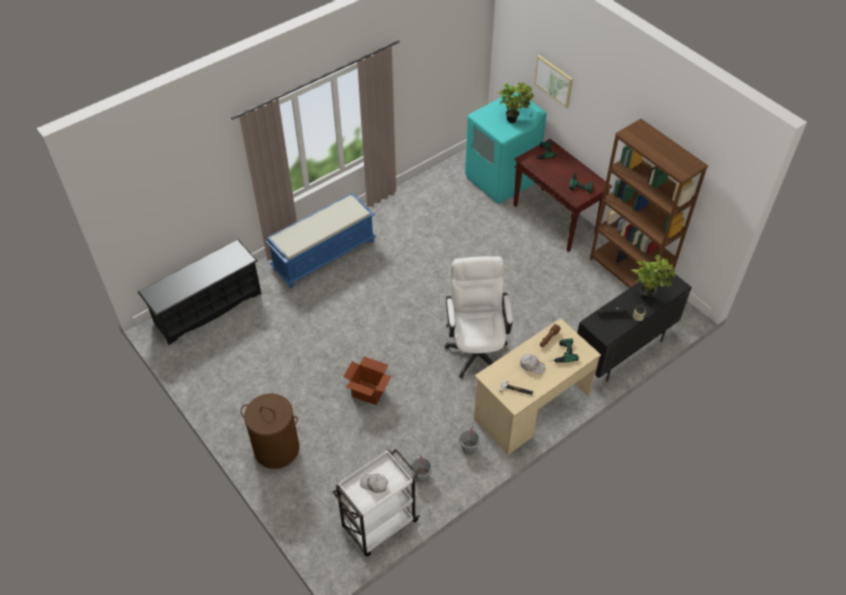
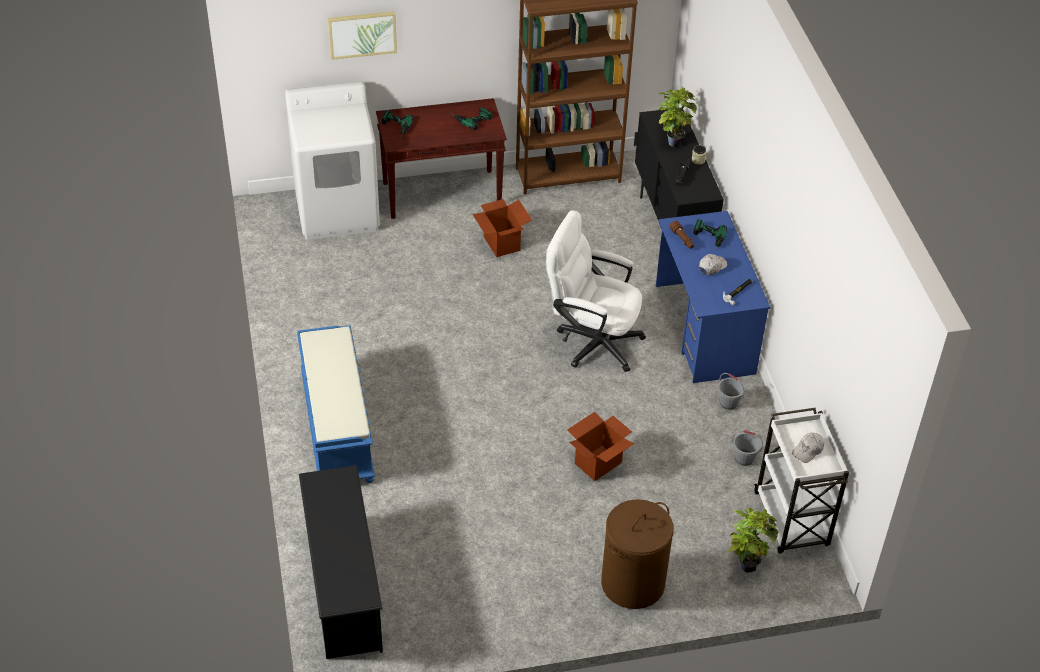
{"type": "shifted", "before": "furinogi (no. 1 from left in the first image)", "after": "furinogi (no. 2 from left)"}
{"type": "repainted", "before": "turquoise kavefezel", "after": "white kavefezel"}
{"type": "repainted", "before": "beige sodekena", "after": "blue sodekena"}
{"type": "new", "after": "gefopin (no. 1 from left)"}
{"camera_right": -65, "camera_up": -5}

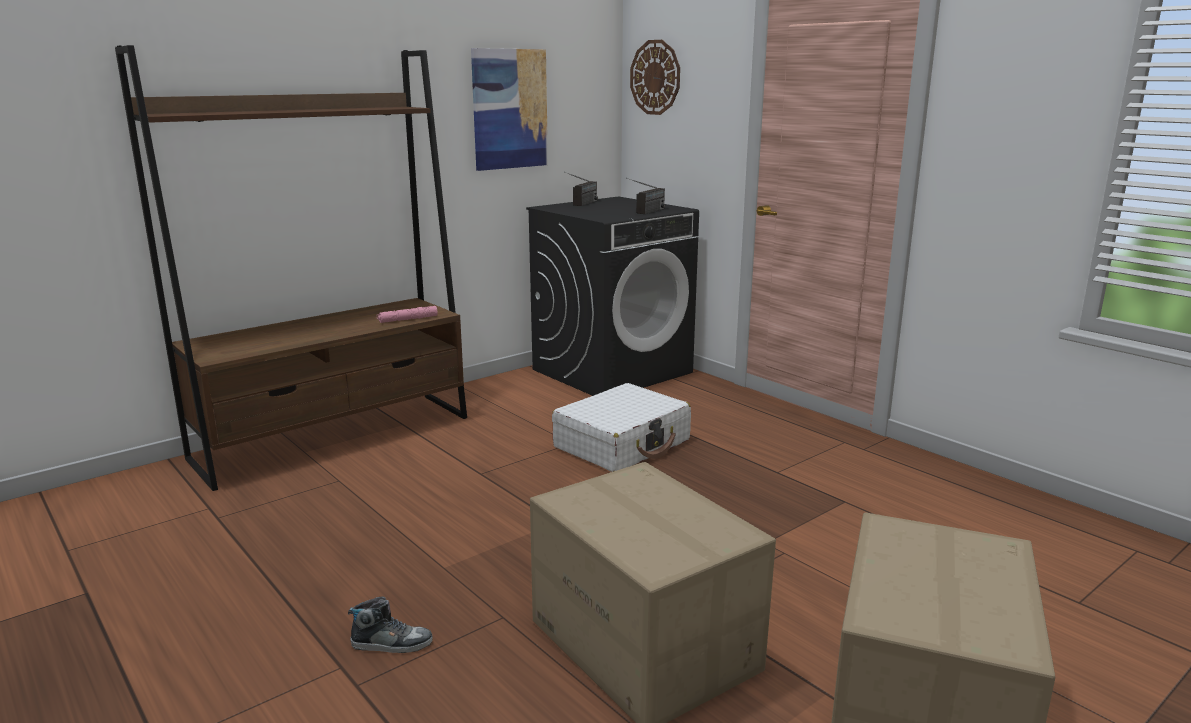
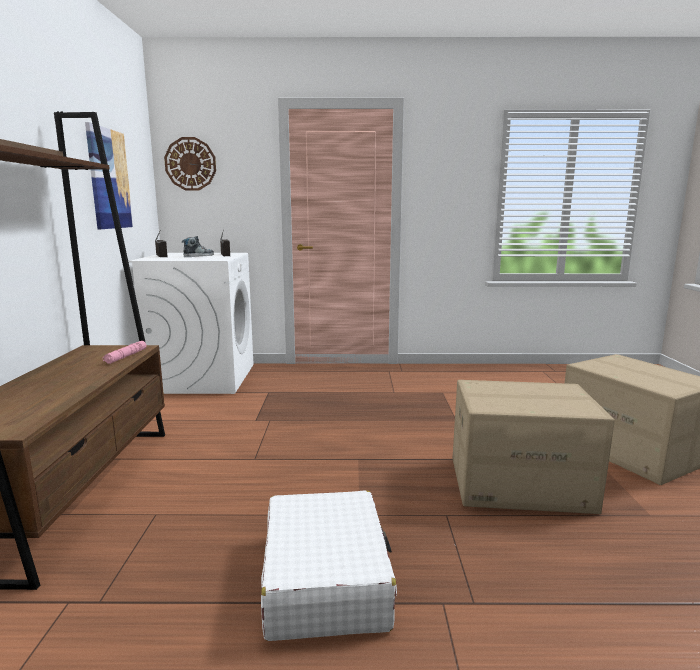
{"type": "repainted", "before": "black kavefezel", "after": "white kavefezel"}
{"type": "shifted", "before": "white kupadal"}
{"type": "shifted", "before": "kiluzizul"}
{"camera_right": -50, "camera_up": -5}

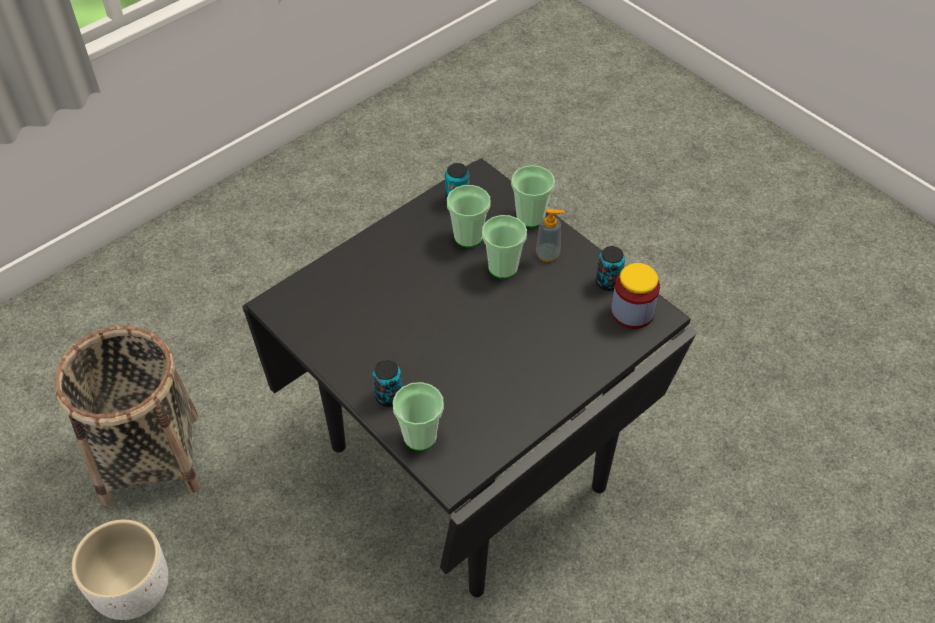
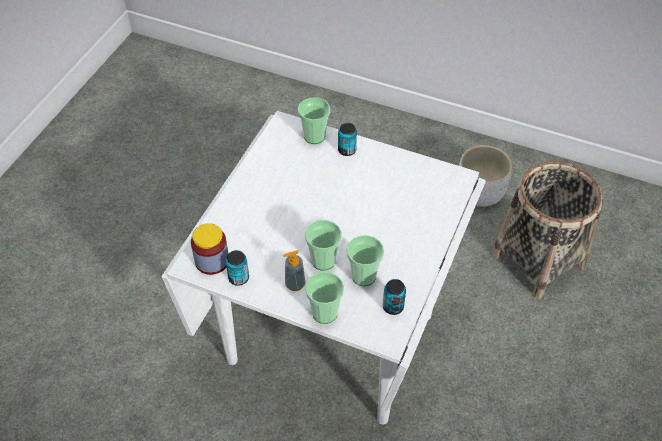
{"type": "repainted", "before": "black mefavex", "after": "white mefavex"}
{"camera_right": 155, "camera_up": 0}

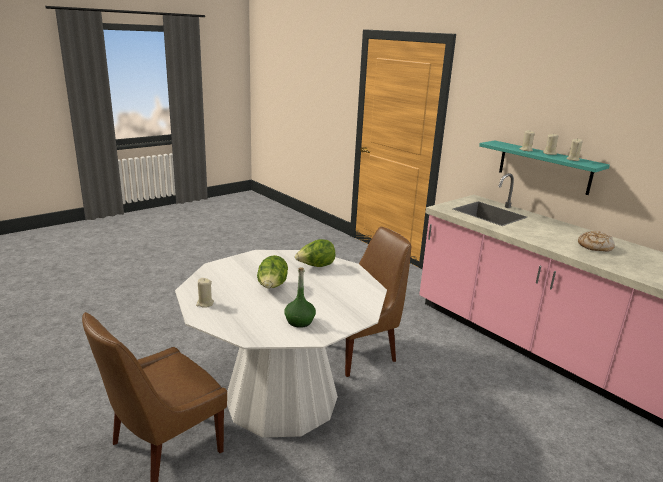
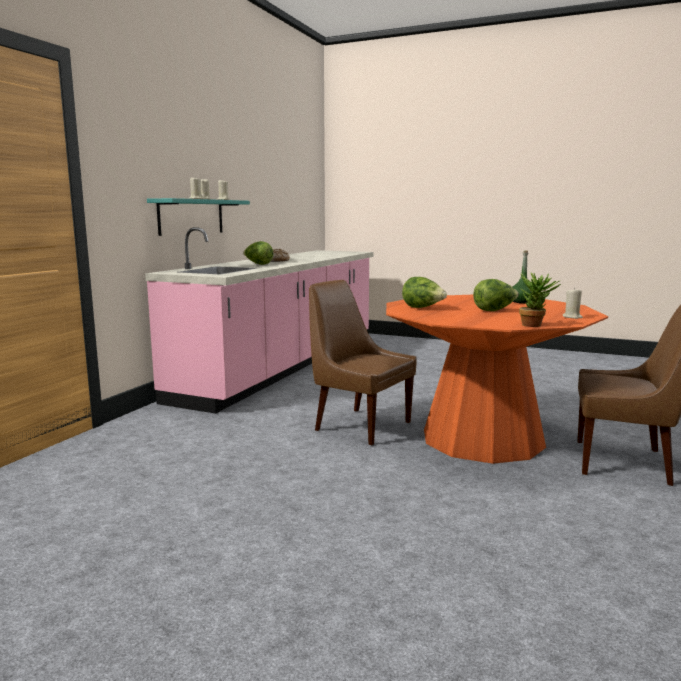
{"type": "repainted", "before": "white mefavex", "after": "orange mefavex"}
{"type": "new", "after": "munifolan (no. 1 from left)"}
{"type": "new", "after": "furinogi"}
{"camera_right": -115, "camera_up": -10}

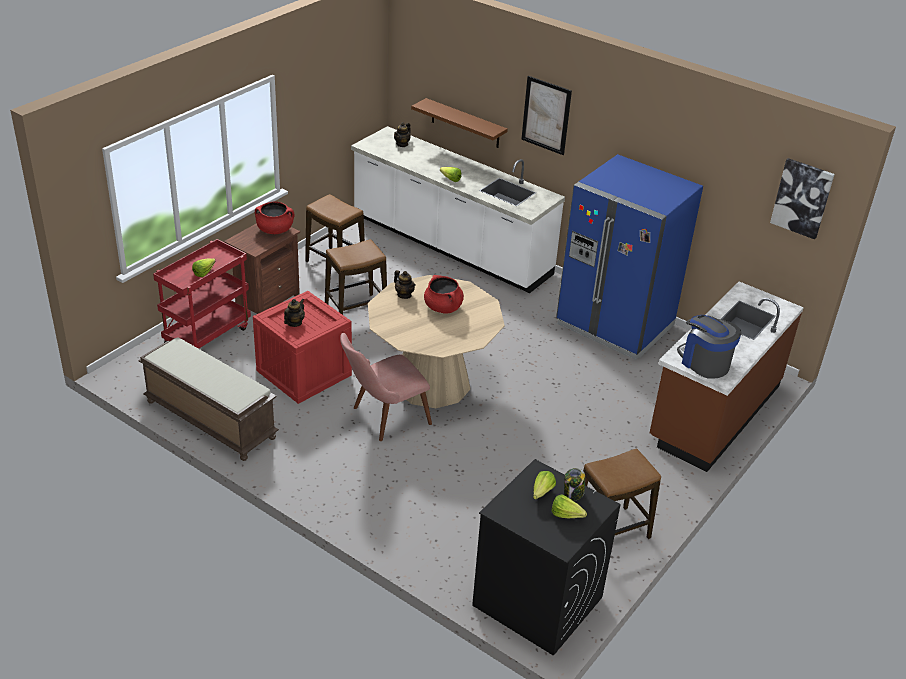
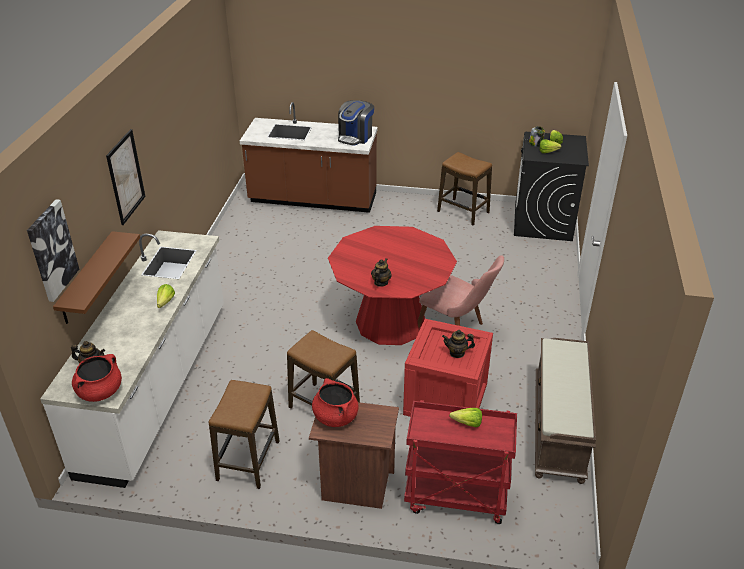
{"type": "gone", "before": "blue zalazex"}
{"type": "shifted", "before": "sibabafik (no. 2 from left in the first image)", "after": "sibabafik (no. 1 from left)"}
{"type": "repainted", "before": "beige mefavex", "after": "red mefavex"}
{"type": "shifted", "before": "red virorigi (no. 2 from left in the first image)", "after": "red virorigi (no. 1 from left)"}
{"camera_right": -115, "camera_up": 0}

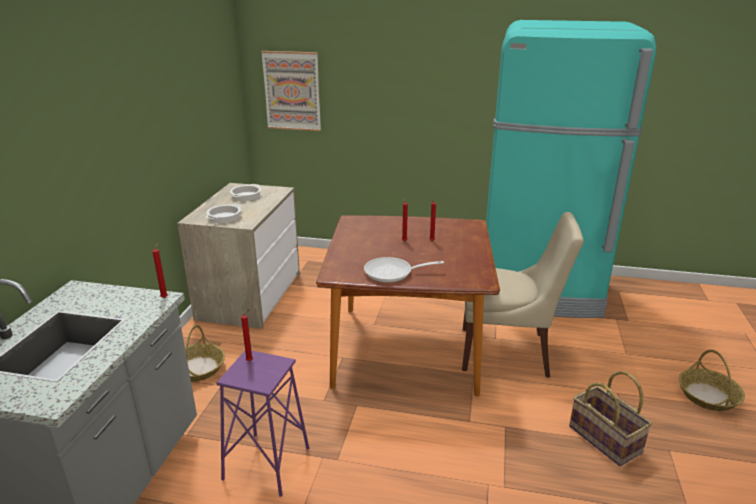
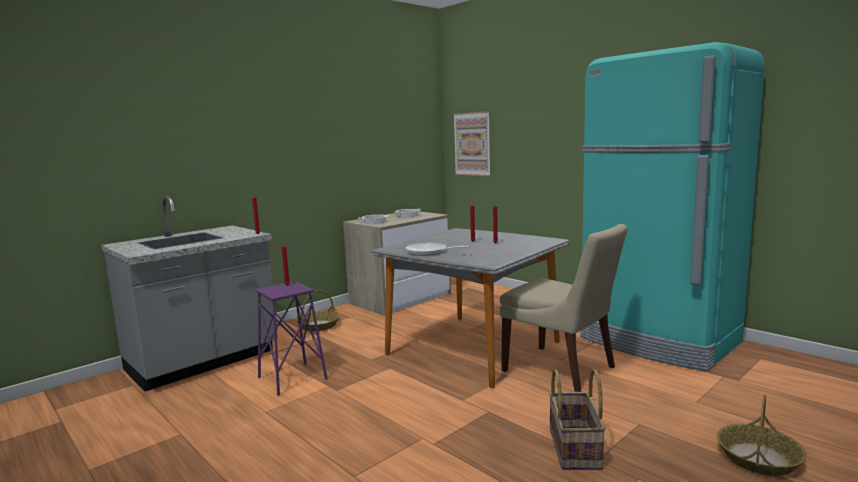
{"type": "repainted", "before": "brown mefavex", "after": "grey mefavex"}
{"camera_right": 35, "camera_up": -15}

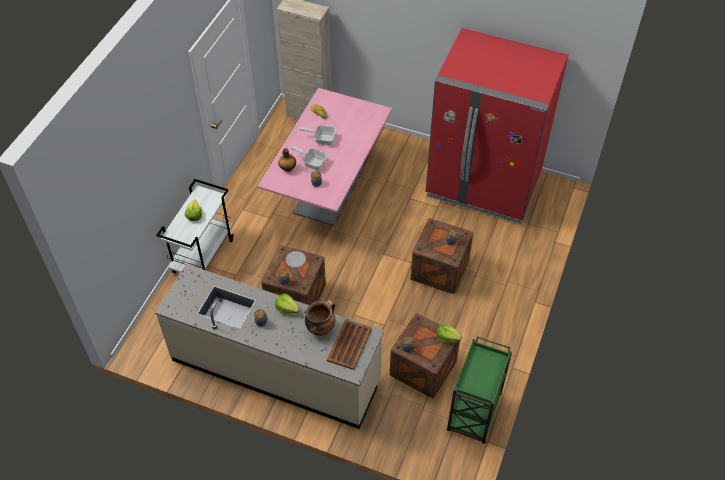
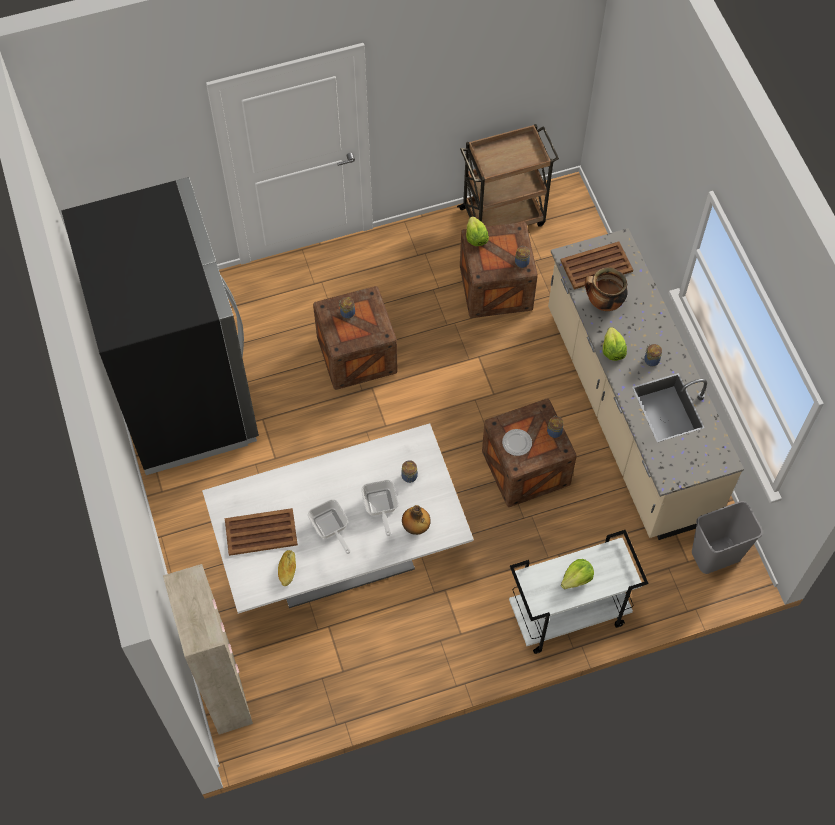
{"type": "repainted", "before": "red zalazex", "after": "black zalazex"}
{"type": "repainted", "before": "pink mefavex", "after": "white mefavex"}
{"type": "repainted", "before": "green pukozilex", "after": "brown pukozilex"}
{"type": "new", "after": "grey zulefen"}
{"type": "new", "after": "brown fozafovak (no. 1 from left)"}
{"camera_right": -130, "camera_up": 10}

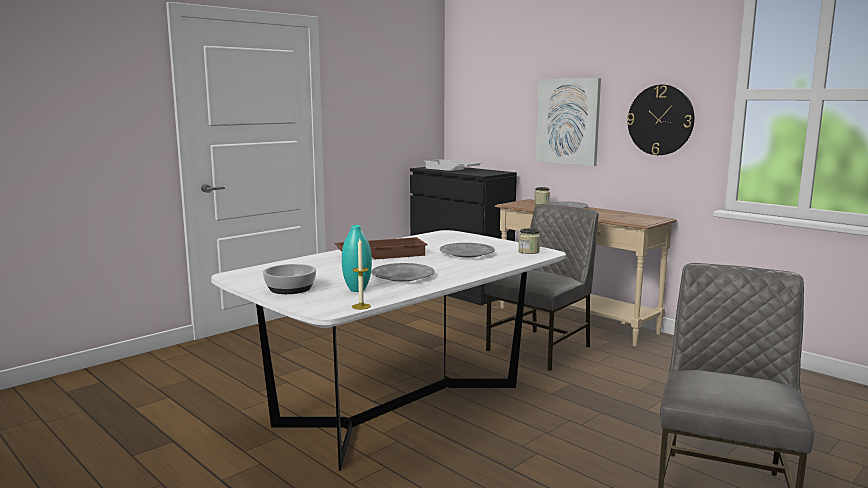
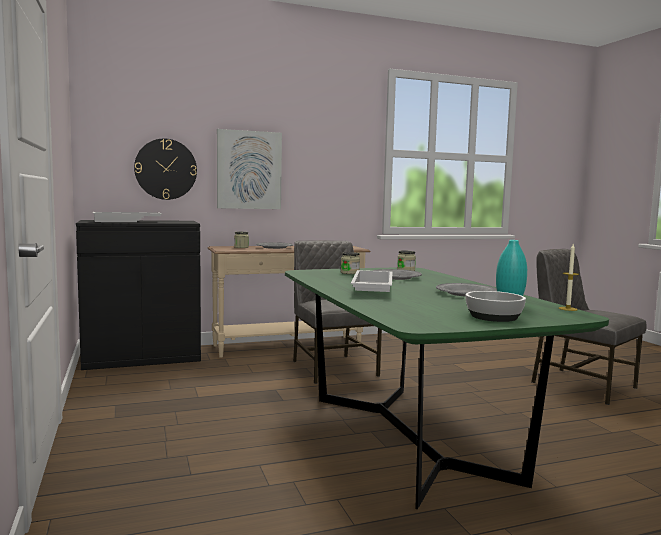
{"type": "shifted", "before": "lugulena"}
{"type": "repainted", "before": "white mefavex", "after": "green mefavex"}
{"type": "repainted", "before": "brown fozafovak", "after": "white fozafovak (no. 2 from left)"}
{"type": "new", "after": "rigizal (no. 2 from left)"}
{"camera_right": -65, "camera_up": -5}

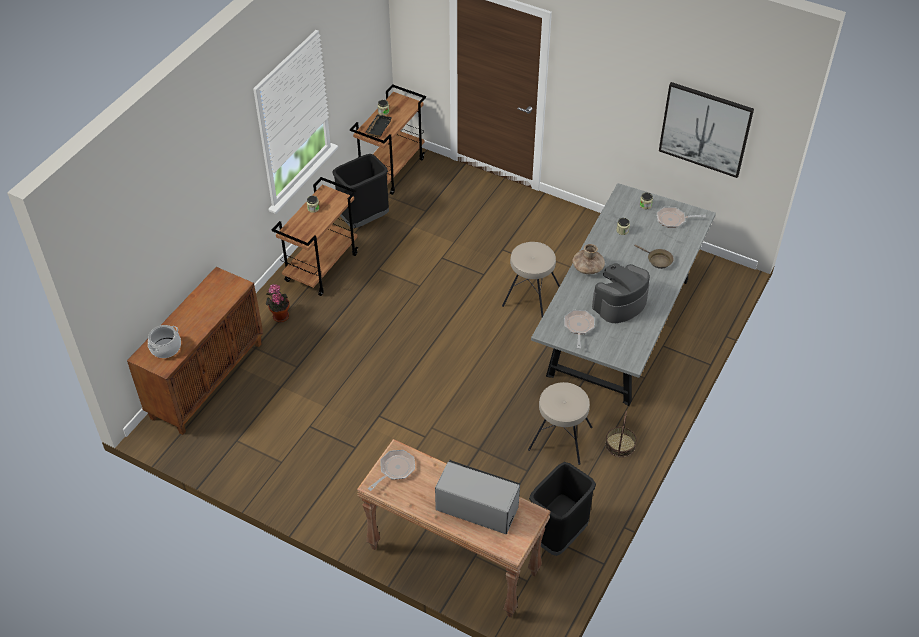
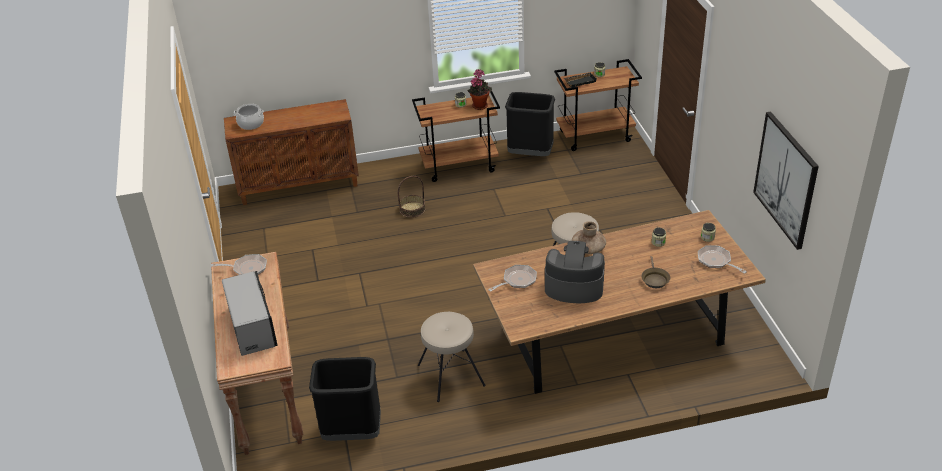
{"type": "repainted", "before": "grey mefavex", "after": "brown mefavex"}
{"type": "shifted", "before": "furinogi"}
{"type": "shifted", "before": "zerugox"}
{"camera_right": 50, "camera_up": -10}

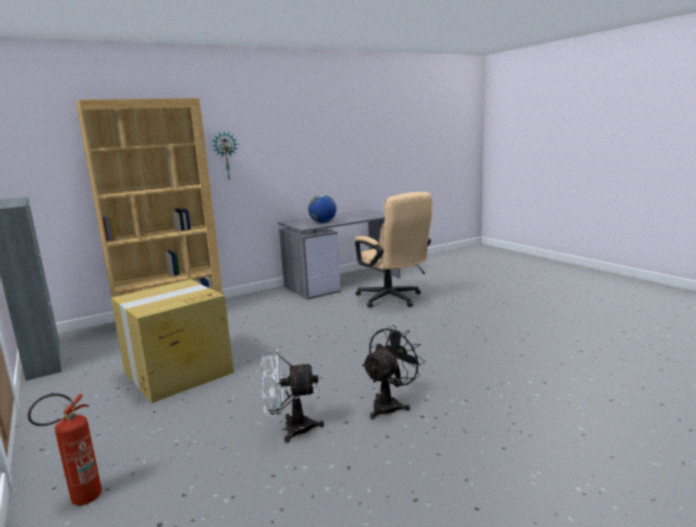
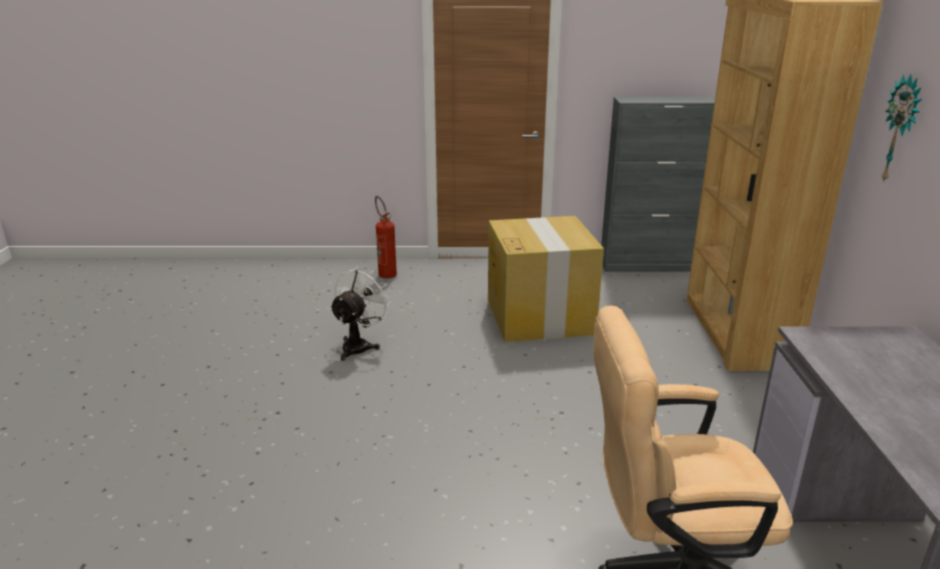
{"type": "gone", "before": "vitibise"}
{"type": "gone", "before": "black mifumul"}
{"camera_right": 120, "camera_up": 10}

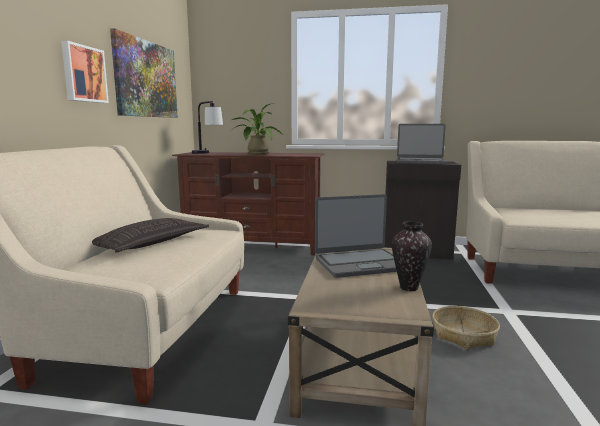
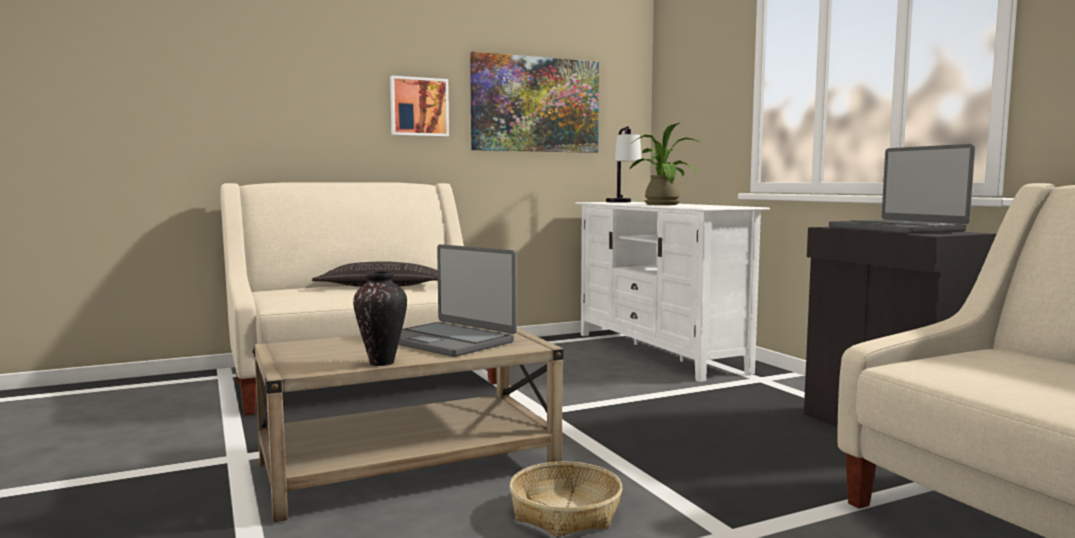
{"type": "repainted", "before": "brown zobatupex", "after": "white zobatupex"}
{"camera_right": 55, "camera_up": -5}

